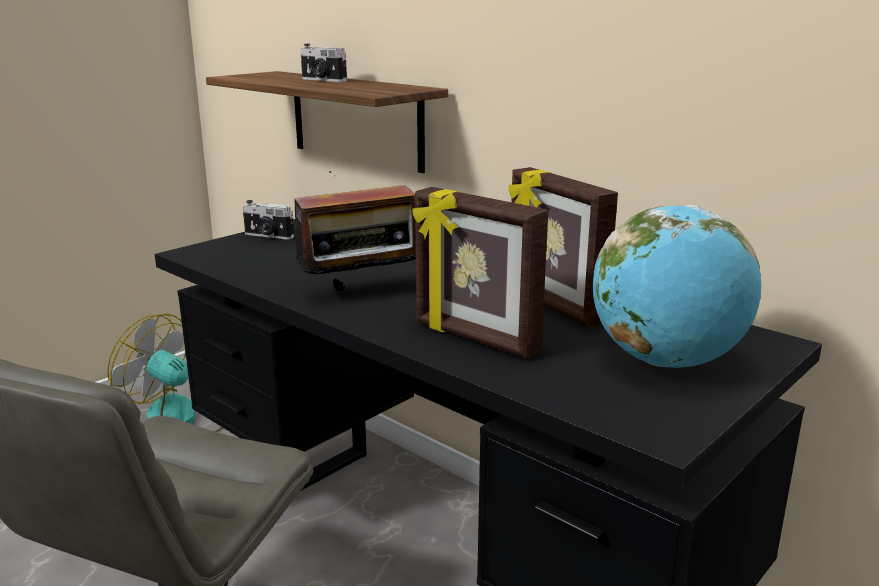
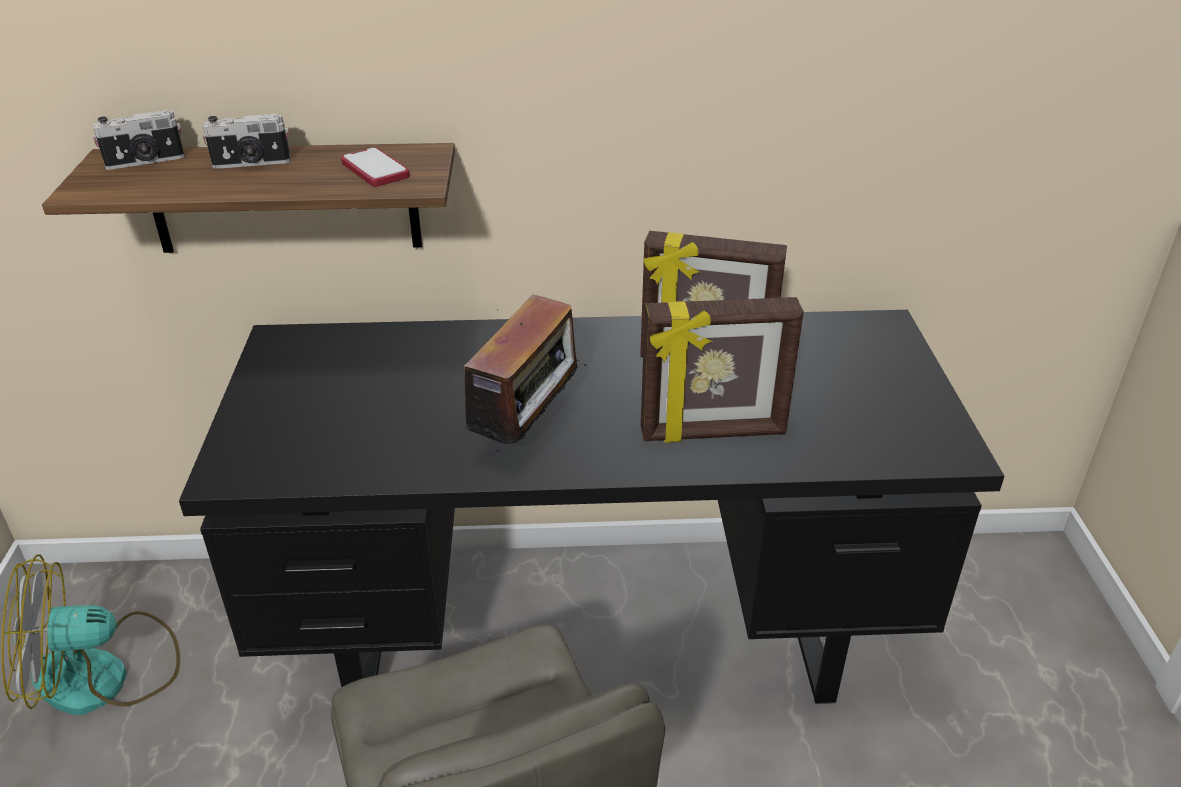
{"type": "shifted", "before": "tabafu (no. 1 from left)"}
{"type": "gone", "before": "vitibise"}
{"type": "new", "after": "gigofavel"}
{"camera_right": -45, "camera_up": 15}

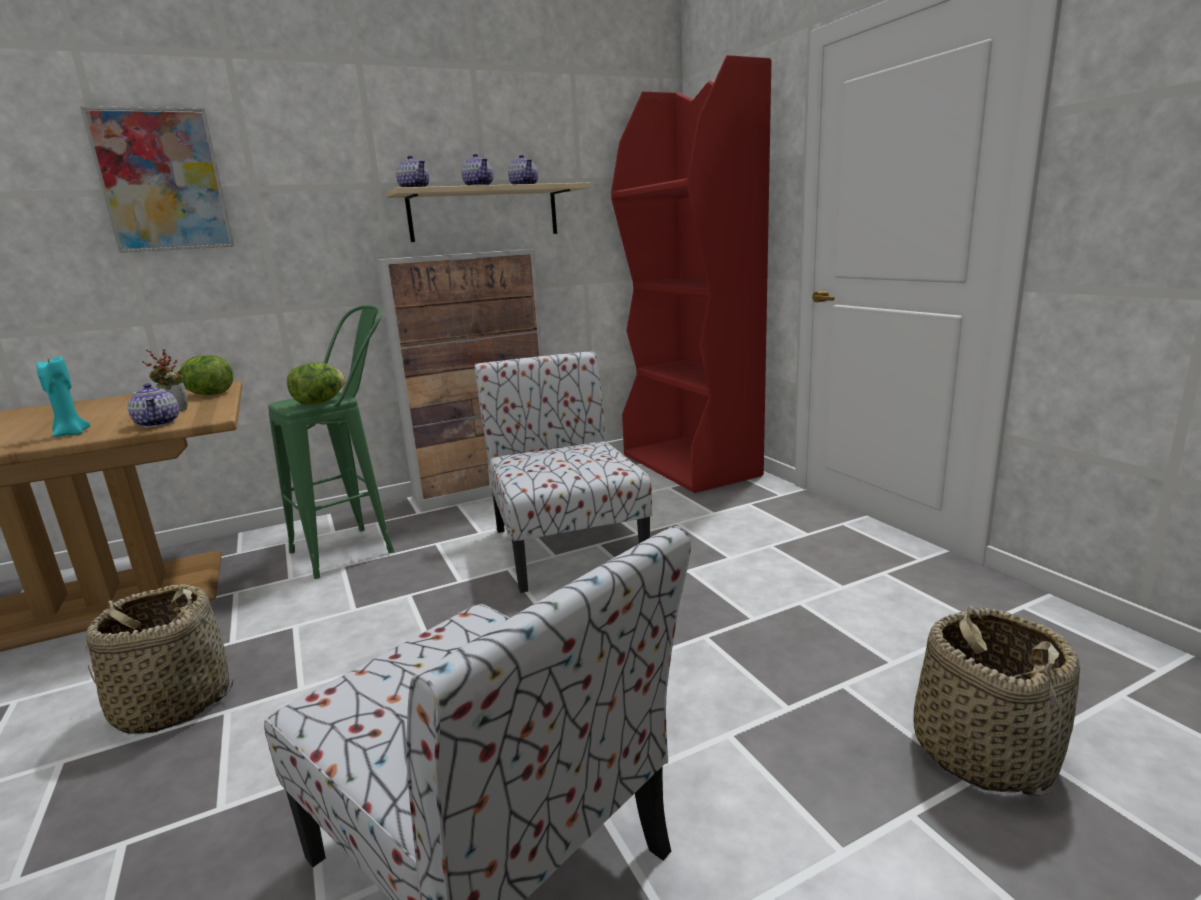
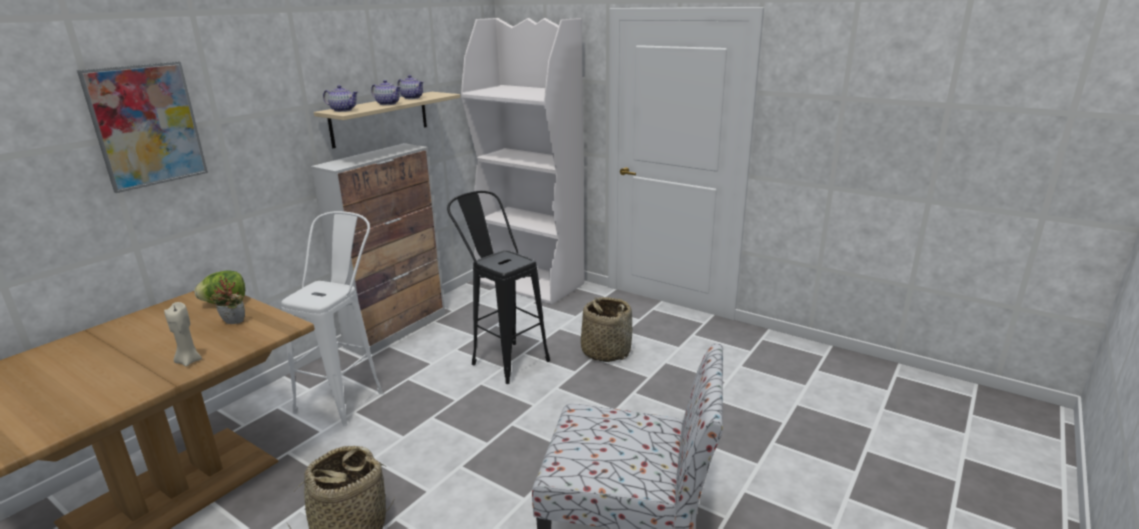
{"type": "repainted", "before": "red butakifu", "after": "white butakifu"}
{"type": "repainted", "before": "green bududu", "after": "white bududu"}
{"type": "swapped", "before": "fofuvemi (no. 2 from left)", "after": "black bududu"}
{"type": "repainted", "before": "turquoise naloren", "after": "beige naloren"}
{"type": "gone", "before": "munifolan (no. 2 from left)"}
{"type": "gone", "before": "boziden (no. 1 from left)"}
{"type": "shifted", "before": "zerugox (no. 2 from left)"}
{"camera_right": -30, "camera_up": 5}

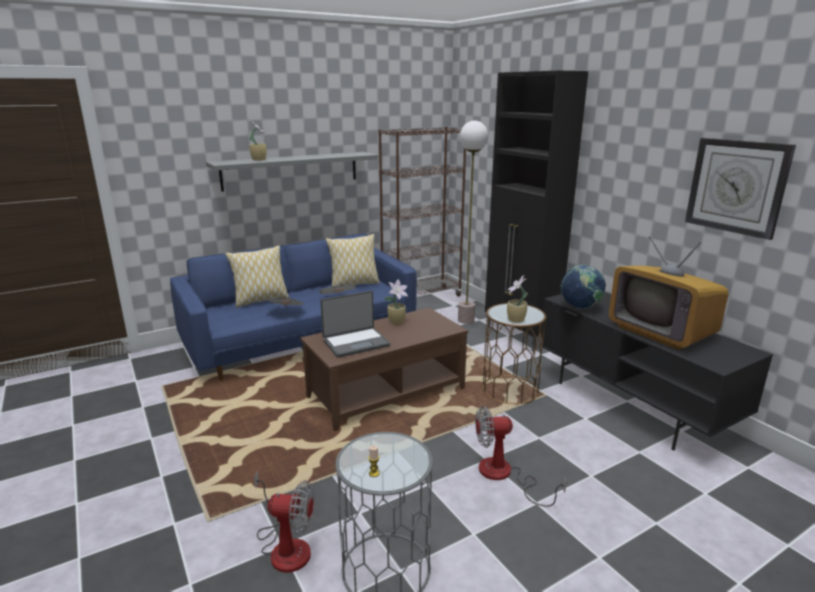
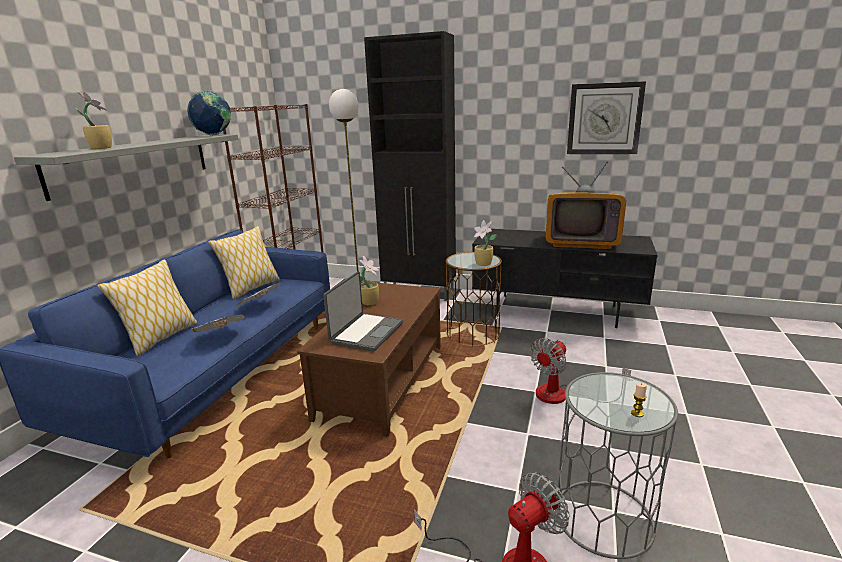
{"type": "shifted", "before": "vitibise"}
{"camera_right": -40, "camera_up": 0}

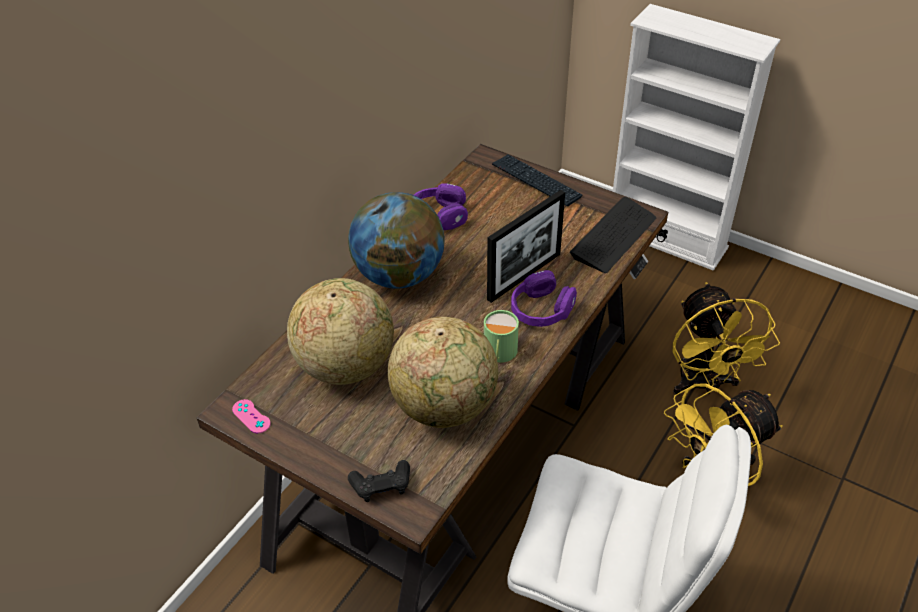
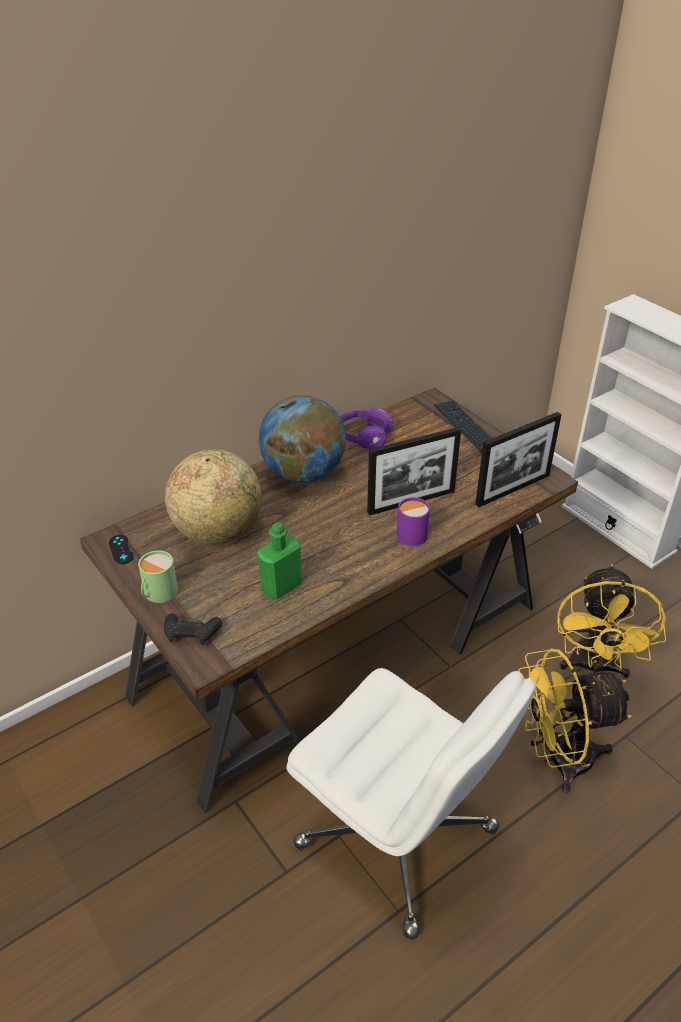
{"type": "swapped", "before": "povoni (no. 2 from left)", "after": "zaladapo (no. 2 from left)"}
{"type": "swapped", "before": "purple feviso (no. 2 from left)", "after": "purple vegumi"}
{"type": "shifted", "before": "green vegumi"}
{"type": "swapped", "before": "vitibise (no. 3 from left)", "after": "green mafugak"}
{"type": "repainted", "before": "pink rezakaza", "after": "black rezakaza (no. 1 from left)"}
{"camera_right": 20, "camera_up": -5}

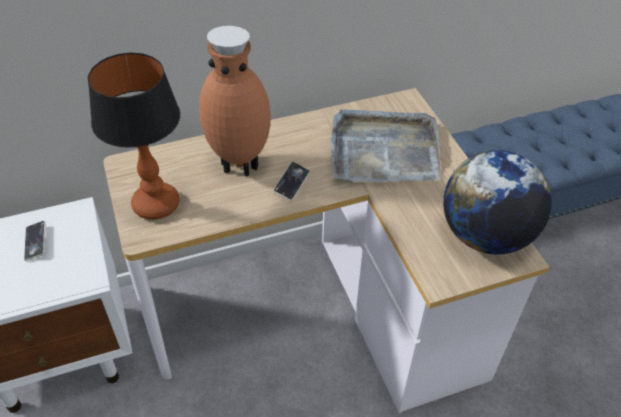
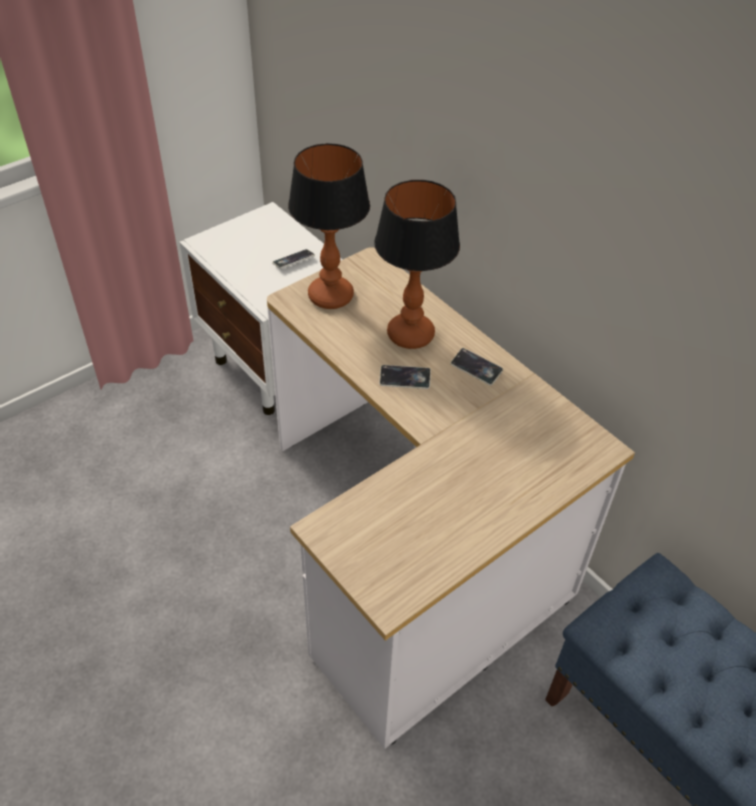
{"type": "swapped", "before": "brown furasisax", "after": "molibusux (no. 2 from left)"}
{"type": "gone", "before": "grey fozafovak"}
{"type": "gone", "before": "vitibise"}
{"type": "new", "after": "gigofavel (no. 3 from left)"}
{"camera_right": 70, "camera_up": 0}

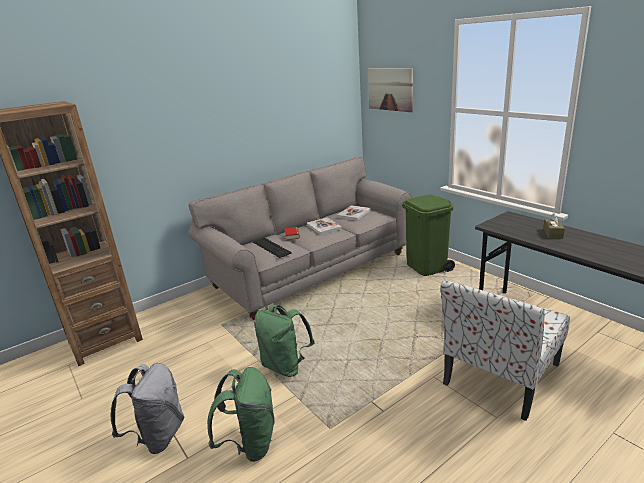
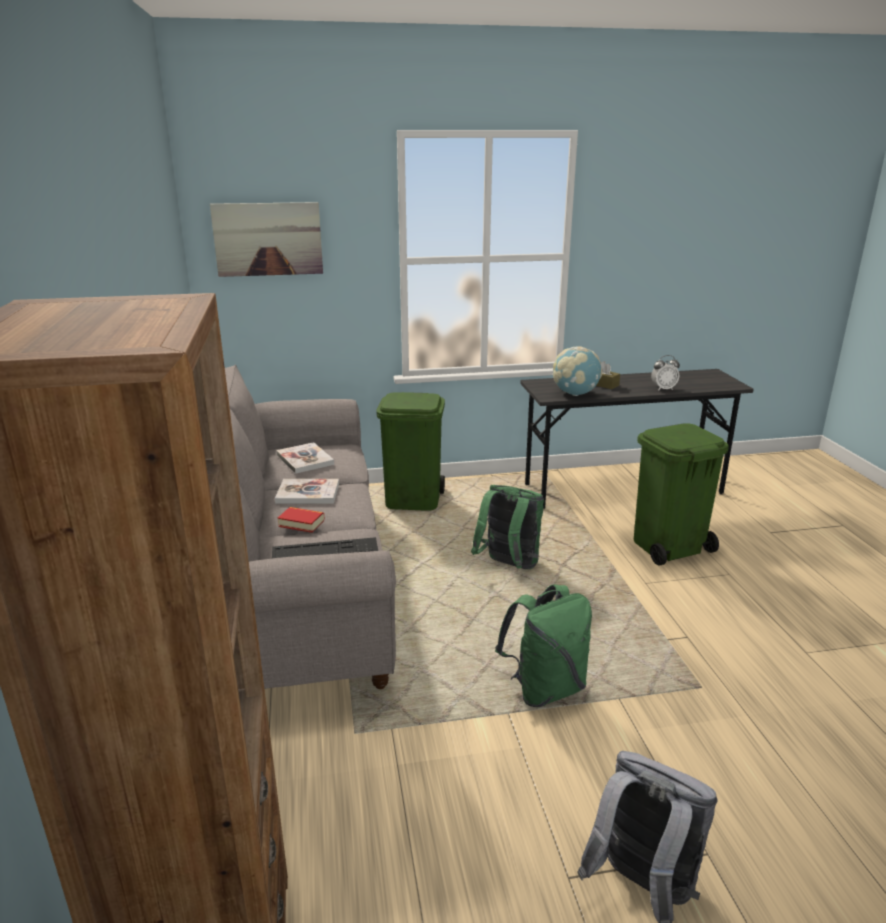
{"type": "swapped", "before": "fofuvemi", "after": "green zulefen (no. 2 from left)"}
{"type": "shifted", "before": "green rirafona (no. 1 from left)"}
{"type": "new", "after": "vitibise"}
{"type": "new", "after": "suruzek"}
{"camera_right": -65, "camera_up": 0}

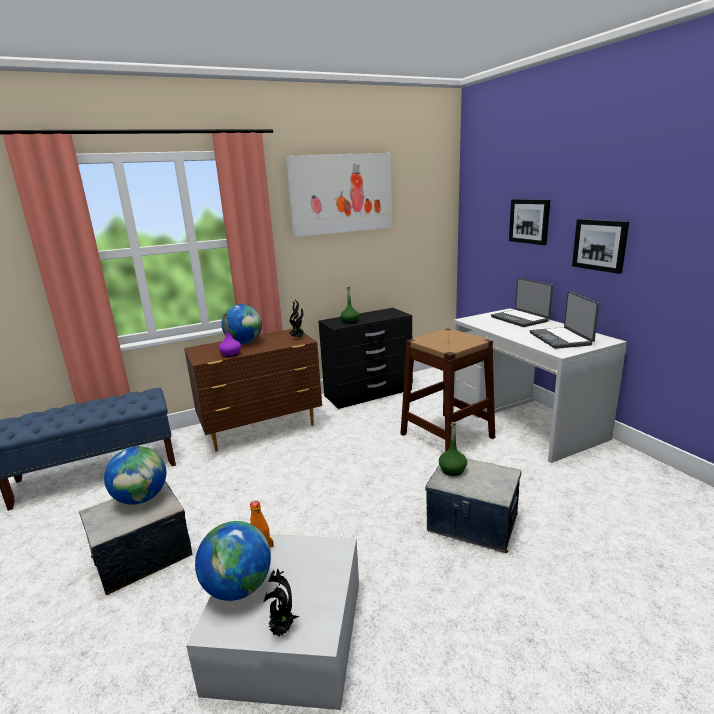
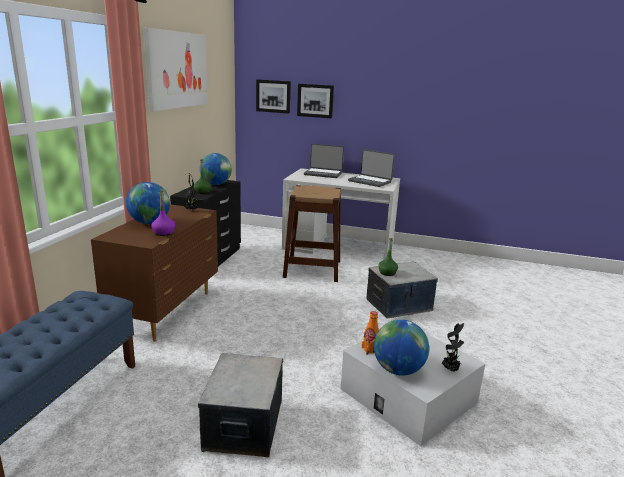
{"type": "shifted", "before": "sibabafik (no. 3 from left in the first image)", "after": "sibabafik (no. 2 from left)"}
{"type": "shifted", "before": "vitibise (no. 1 from left in the first image)", "after": "vitibise (no. 2 from left)"}
{"camera_right": -50, "camera_up": 0}

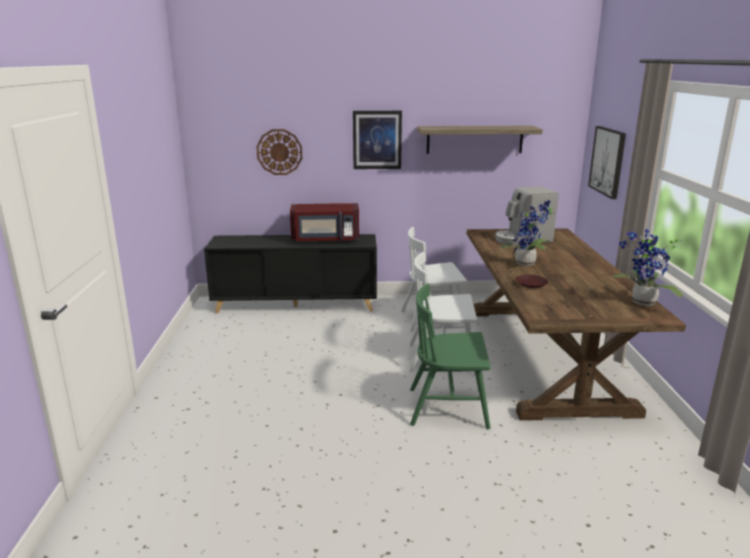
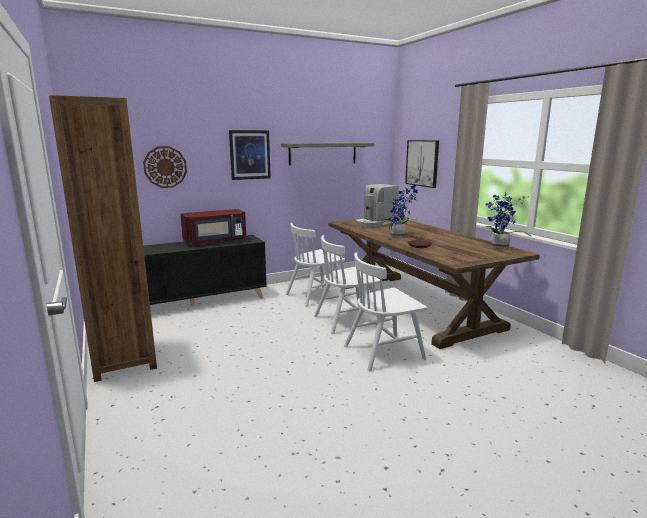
{"type": "repainted", "before": "green fofuvemi", "after": "white fofuvemi (no. 3 from left)"}
{"type": "new", "after": "brown butakifu"}
{"camera_right": -25, "camera_up": -5}

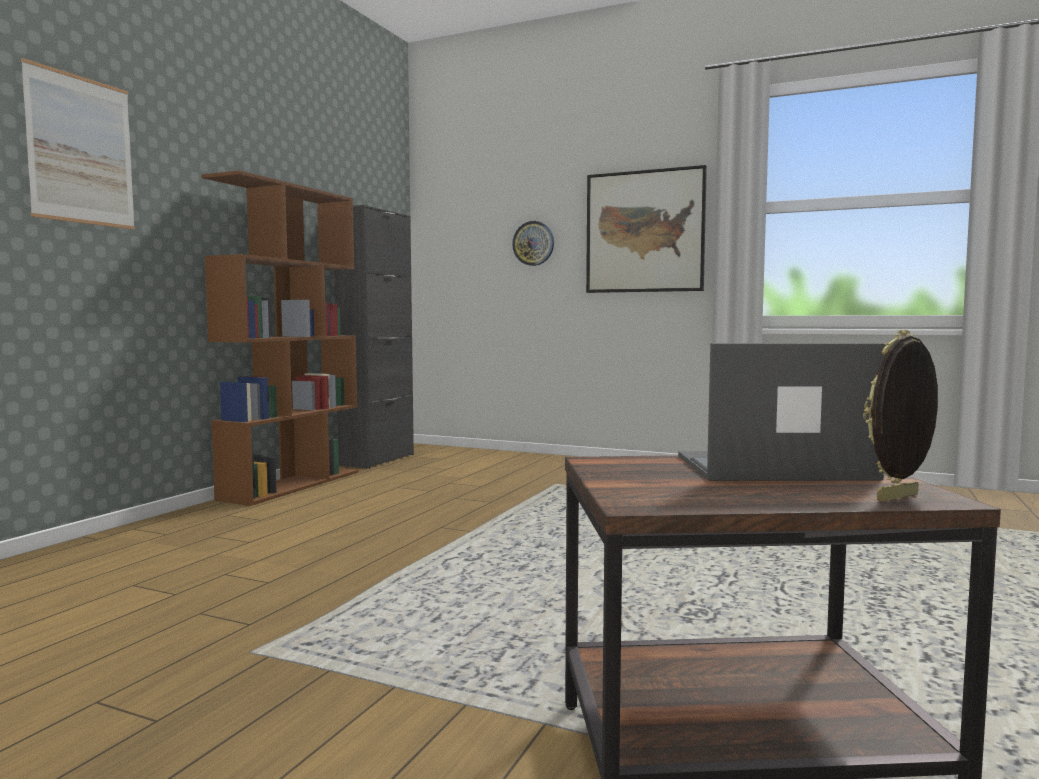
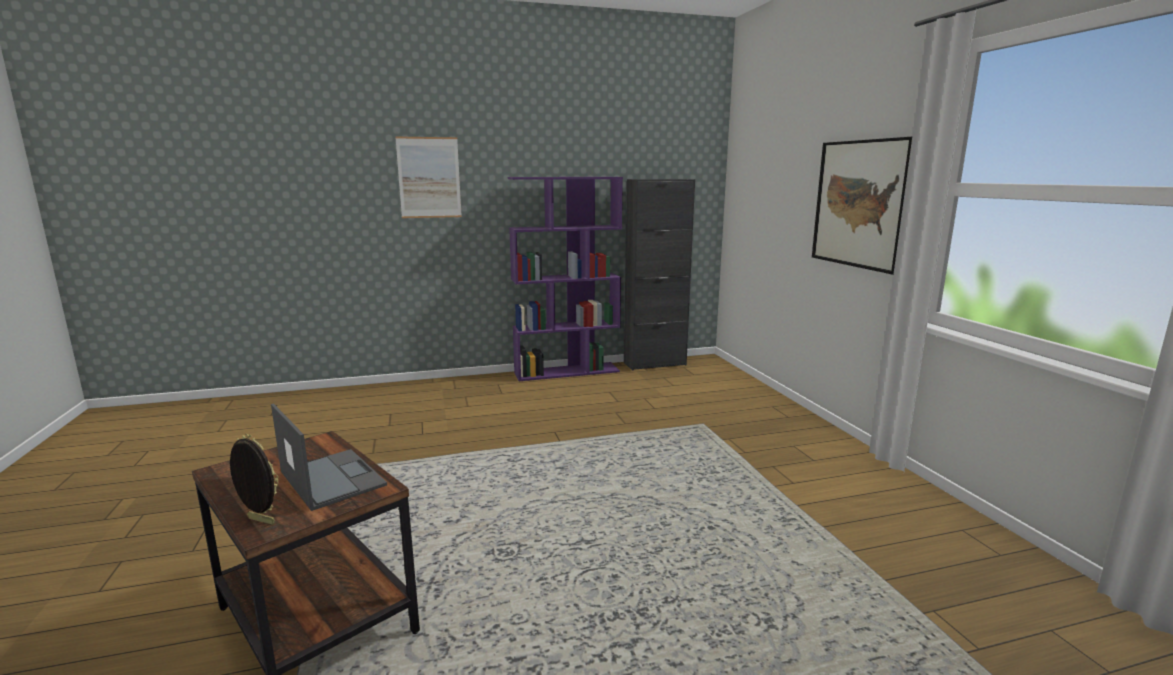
{"type": "repainted", "before": "brown butakifu", "after": "purple butakifu"}
{"type": "gone", "before": "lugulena"}
{"camera_right": 50, "camera_up": 10}

